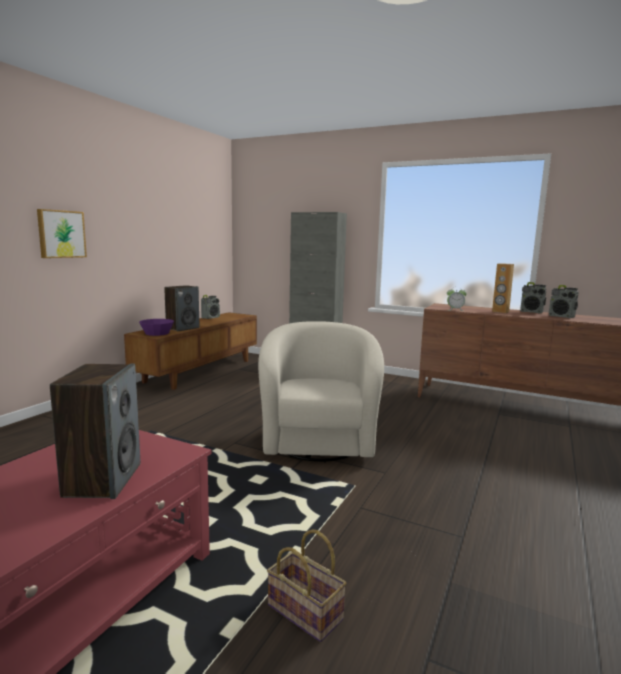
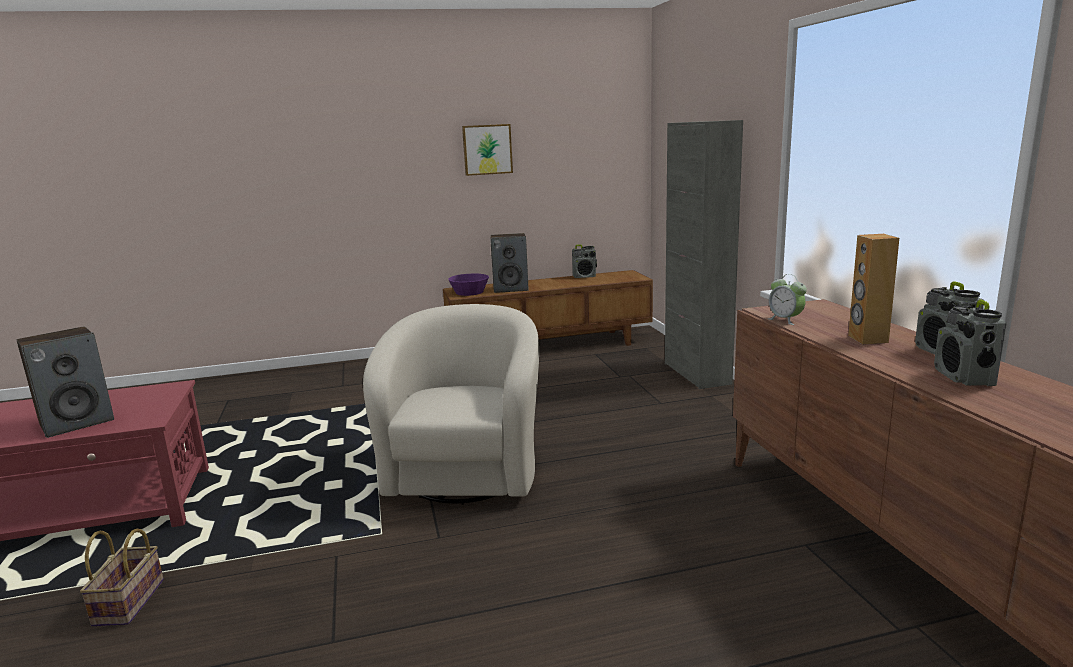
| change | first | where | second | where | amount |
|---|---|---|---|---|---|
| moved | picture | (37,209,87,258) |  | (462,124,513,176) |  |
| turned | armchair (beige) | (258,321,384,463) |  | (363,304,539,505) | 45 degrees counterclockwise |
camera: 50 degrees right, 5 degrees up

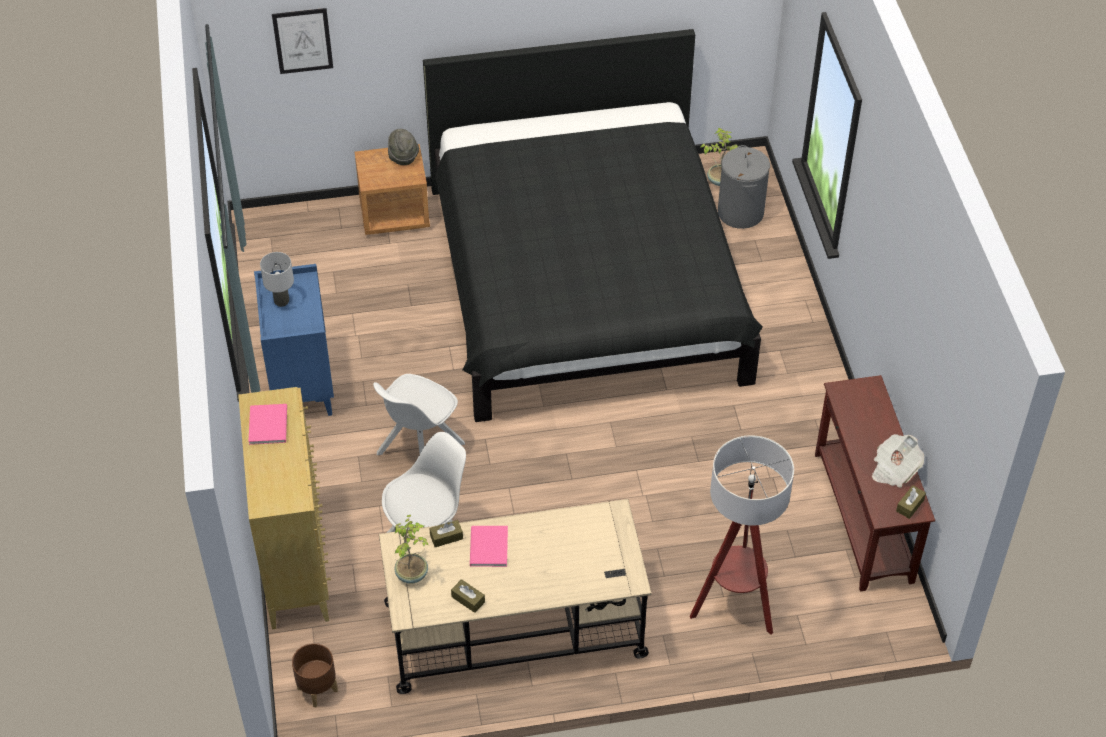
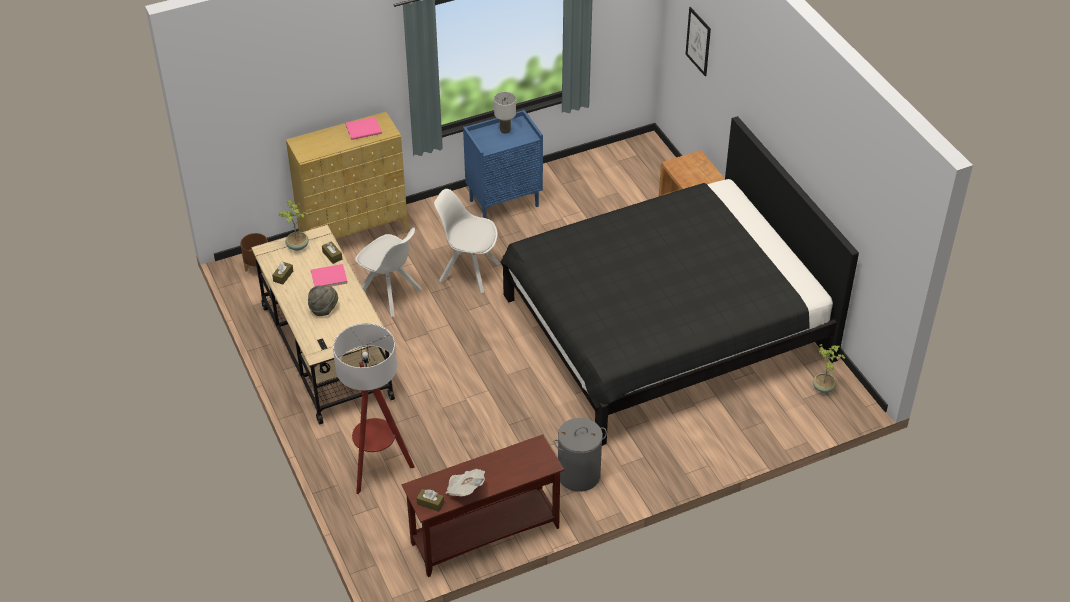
| change | first | where | second | where | amount |
|---|---|---|---|---|---|
| moved | hat (grey) | (388,129,419,165) |  | (308,285,338,316) |  |
| moved | laundry basket (grey) | (718,145,770,229) |  | (554,418,607,492) |  |
camera: 75 degrees right, 5 degrees down

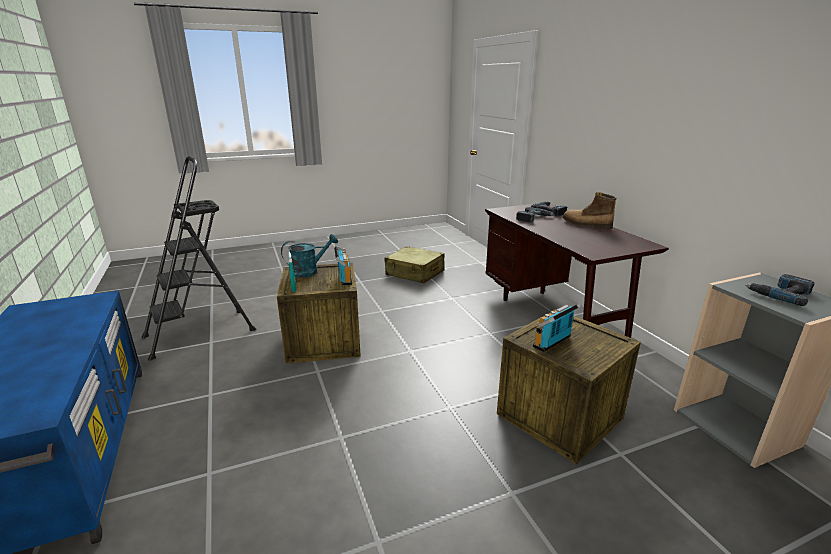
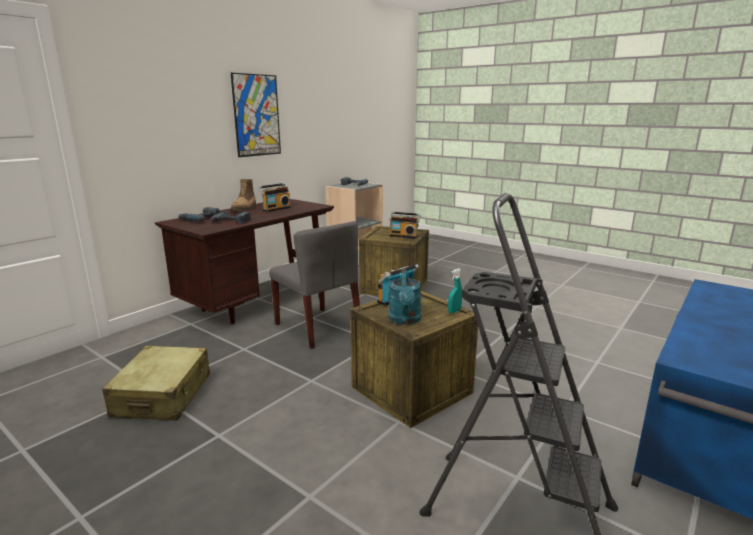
| change | first | where | second | where | amount |
|---|---|---|---|---|---|
| added |  |  | picture | (231,73,281,157) |  |
| added |  |  | radio | (258,183,291,212) |  |
| added |  |  | chair (grey) | (269,221,360,349) |  |
| turned | watering can (turquoise) | (281,234,338,278) |  | (388,268,421,325) | 120 degrees counterclockwise |
camera: 120 degrees left, 5 degrees down

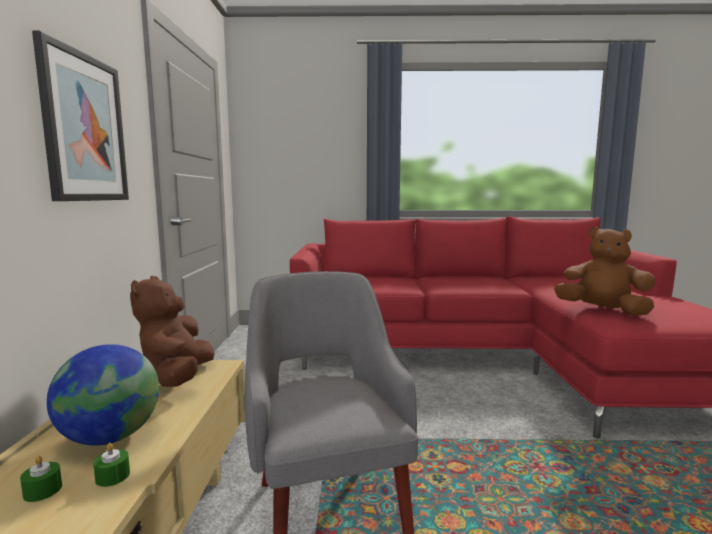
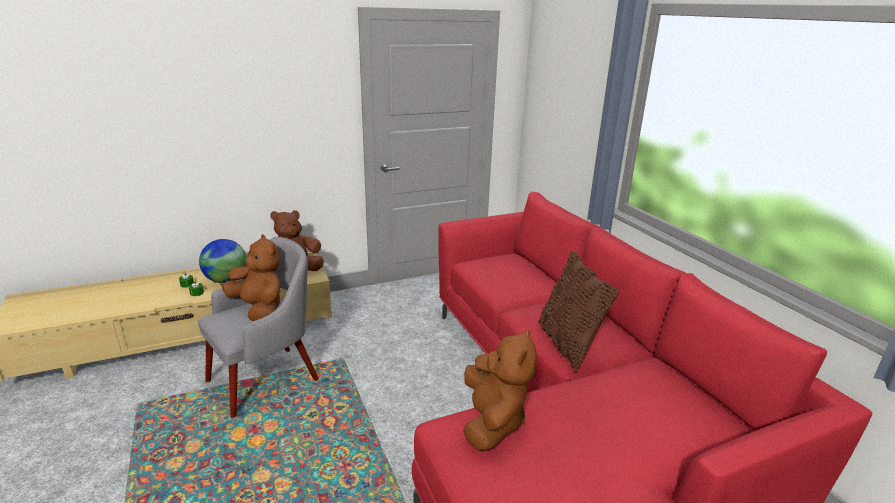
| change | first | where | second | where | amount |
|---|---|---|---|---|---|
| removed | picture | (32,30,129,201) |  |  |  |
| added |  |  | plush toy (brown) | (222,234,280,321) |  |
| added |  |  | pillow (brown) | (538,251,619,372) |  |
camera: 65 degrees right, 15 degrees up

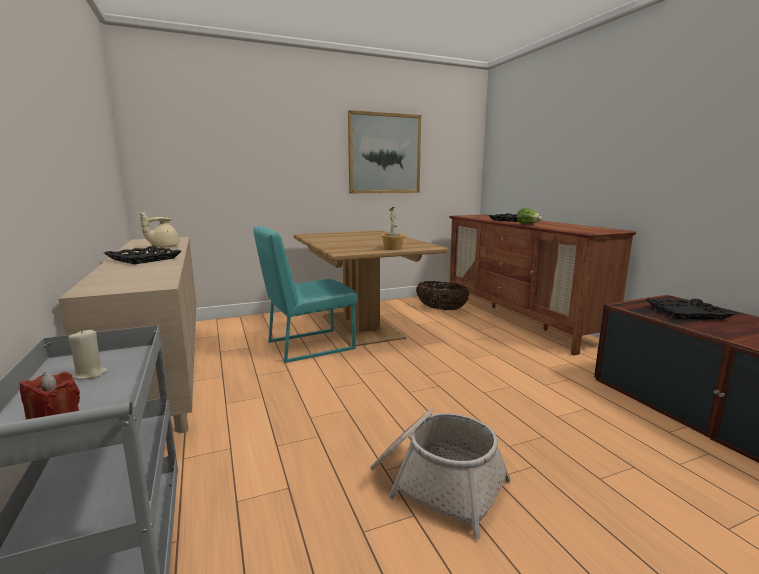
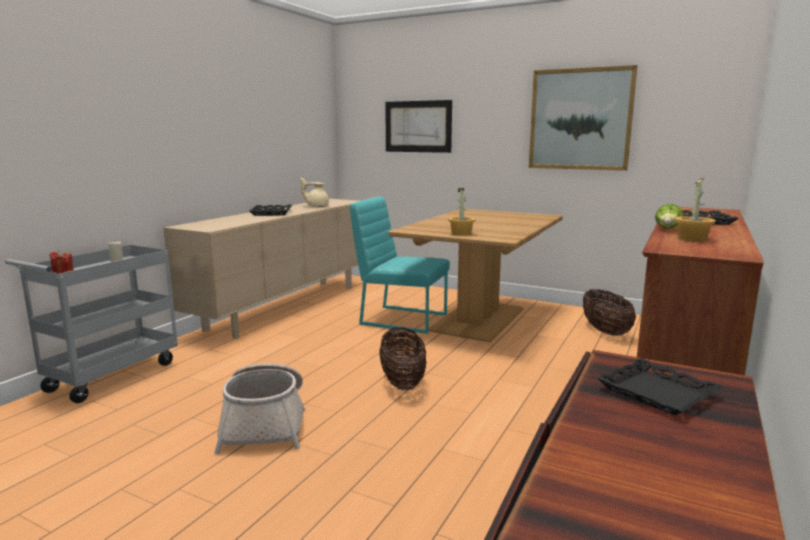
| change | first | where | second | where | amount |
|---|---|---|---|---|---|
| added |  |  | basket | (379,327,427,390) |  |
| added |  |  | picture | (385,100,452,153) |  |
| added |  |  | potted plant | (675,178,716,241) |  |
camera: 50 degrees right, 0 degrees up

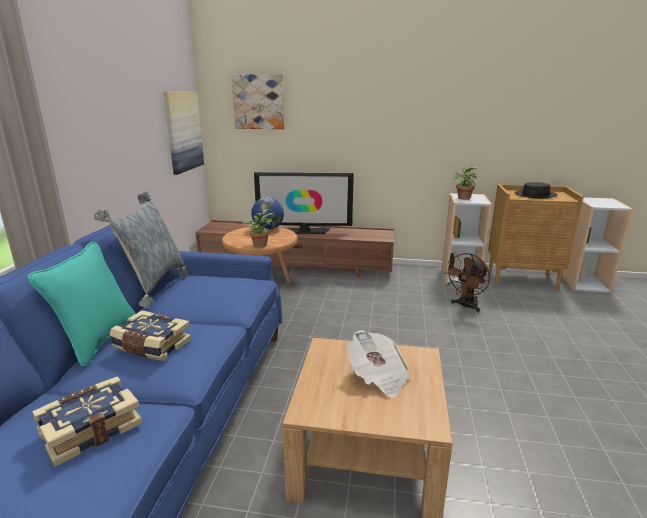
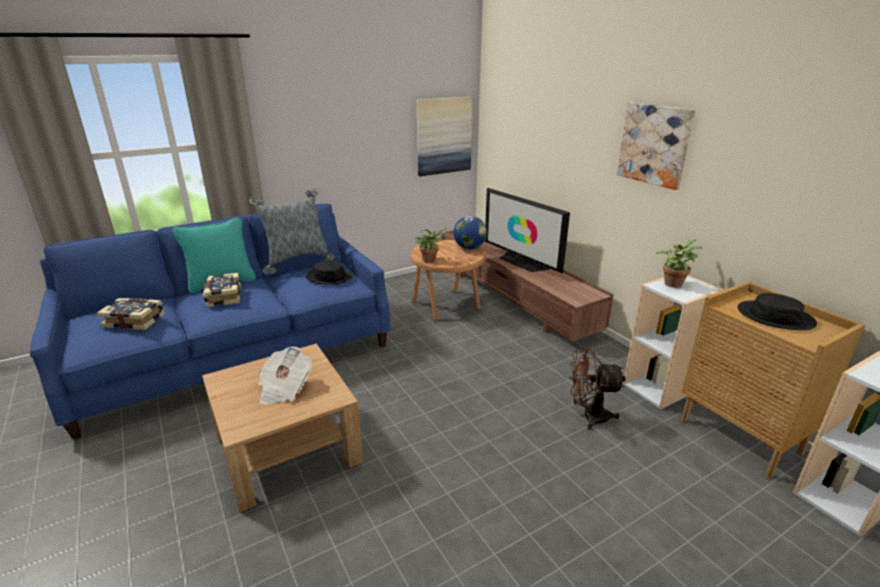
| change | first | where | second | where | amount |
|---|---|---|---|---|---|
| added |  |  | hat (black) | (305,261,353,285) |  |
| moved | picture | (232,74,285,129) |  | (617,102,695,190) |  |
camera: 50 degrees right, 5 degrees up

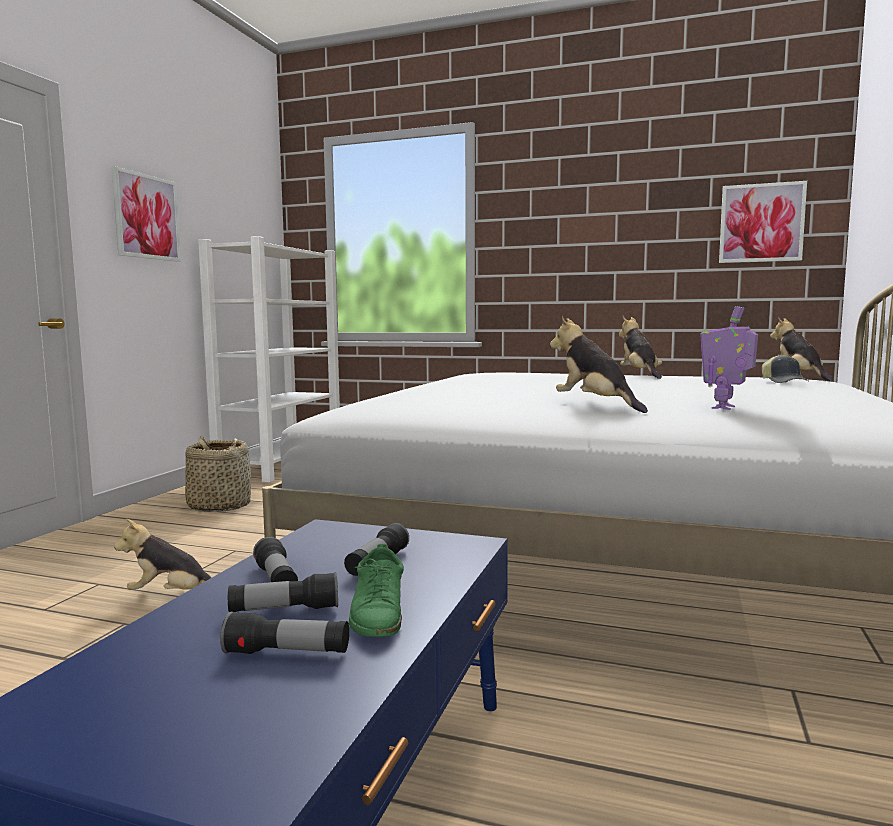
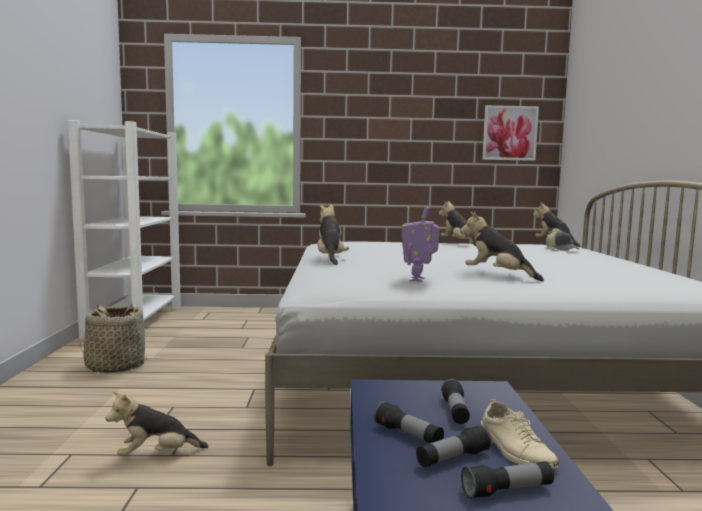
| change | first | where | second | where | amount |
|---|---|---|---|---|---|
| removed | picture | (112,166,181,262) |  |  |  |
| added |  |  | plush toy | (317,203,349,265) |  |
| moved | toy robot | (700,306,758,410) |  | (401,207,440,282) |  |
| recoloured | shoe (green) | (349,544,404,637) | shoe (beige) | (481,399,559,469) |  |
camera: 20 degrees left, 0 degrees up

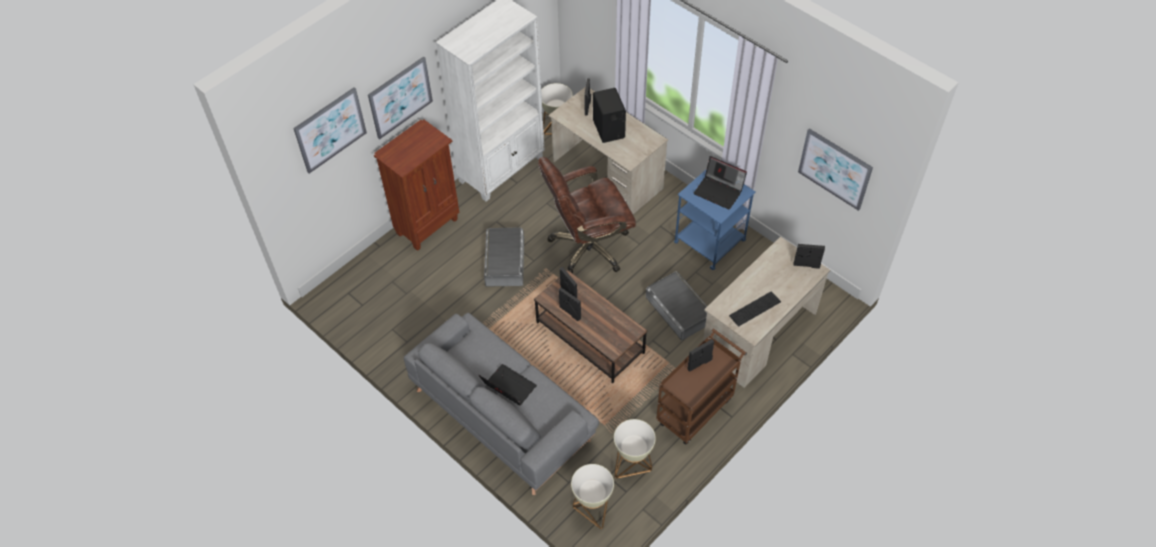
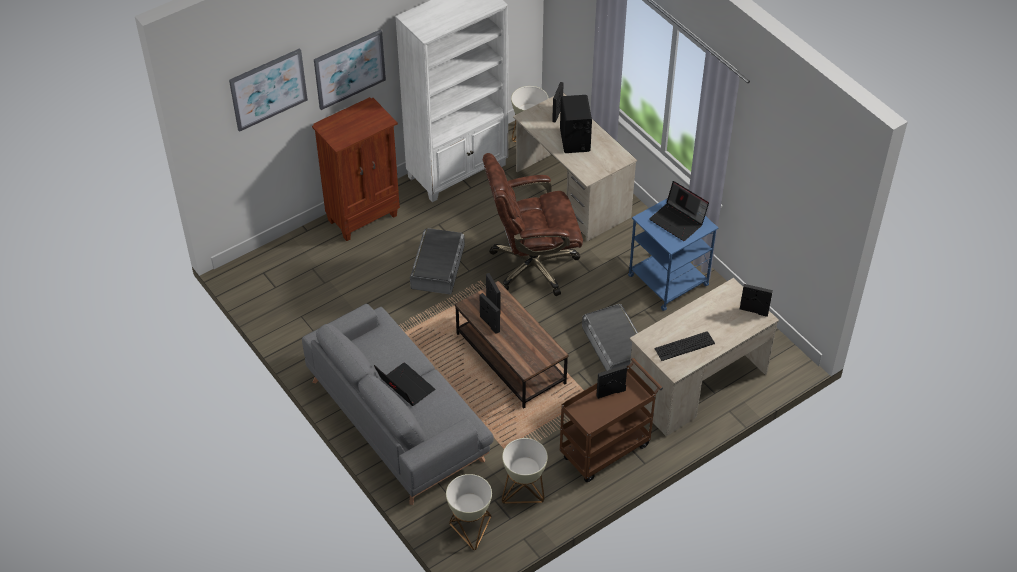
| change | first | where | second | where | amount |
|---|---|---|---|---|---|
| removed | picture | (798,128,873,211) |  |  |  |
camera: 10 degrees right, 5 degrees down

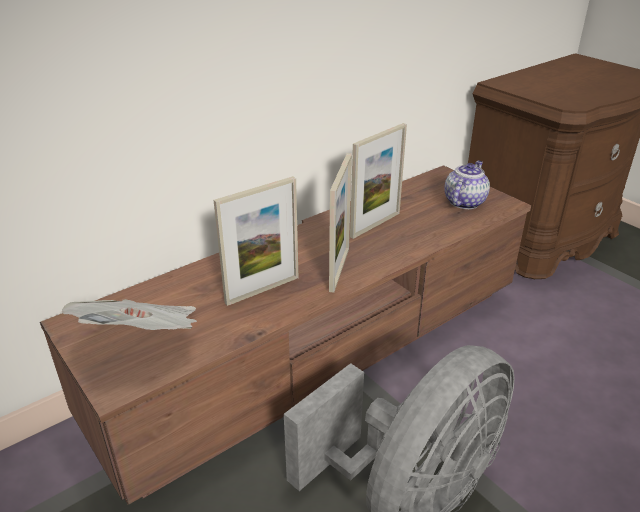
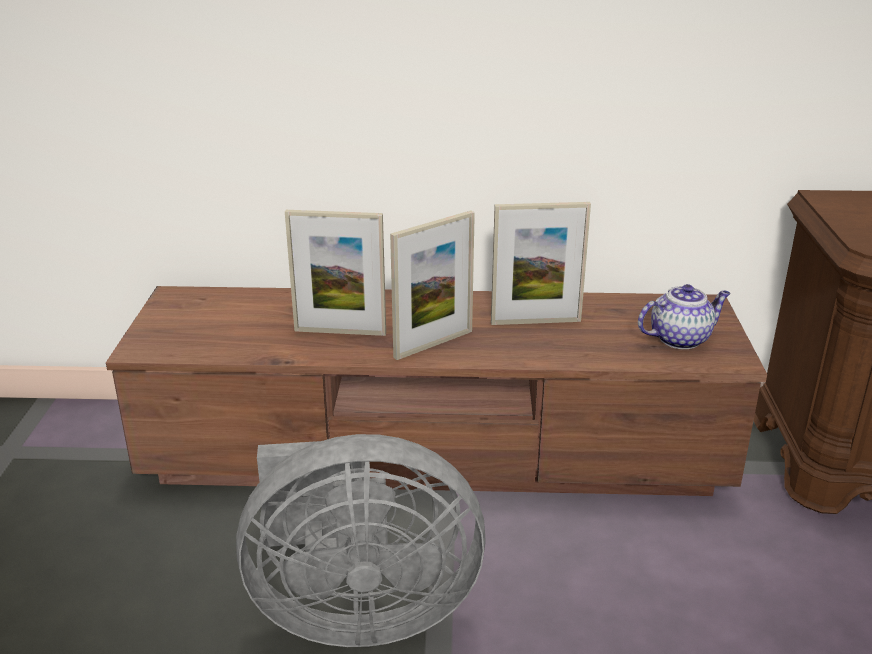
| change | first | where | second | where | amount |
|---|---|---|---|---|---|
| removed | newspaper | (62,299,197,330) |  |  |  |
camera: 40 degrees right, 5 degrees down

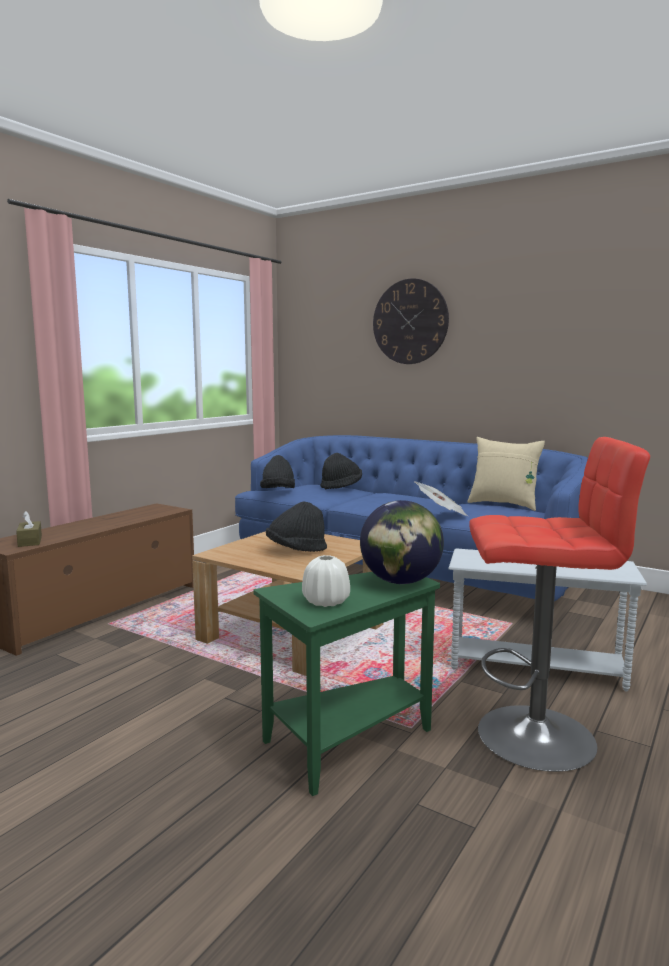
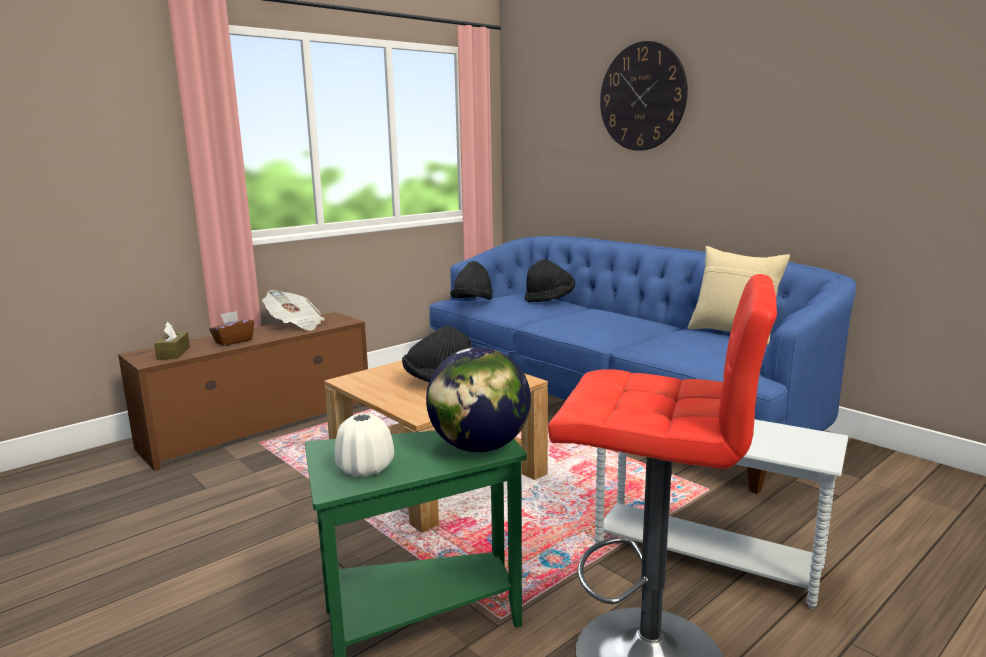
| change | first | where | second | where | amount |
|---|---|---|---|---|---|
| added |  |  | tissue box (brown) | (209,311,254,346) |  |
| moved | newspaper | (414,481,468,516) |  | (262,290,325,330) |  |
camera: 15 degrees right, 5 degrees up

